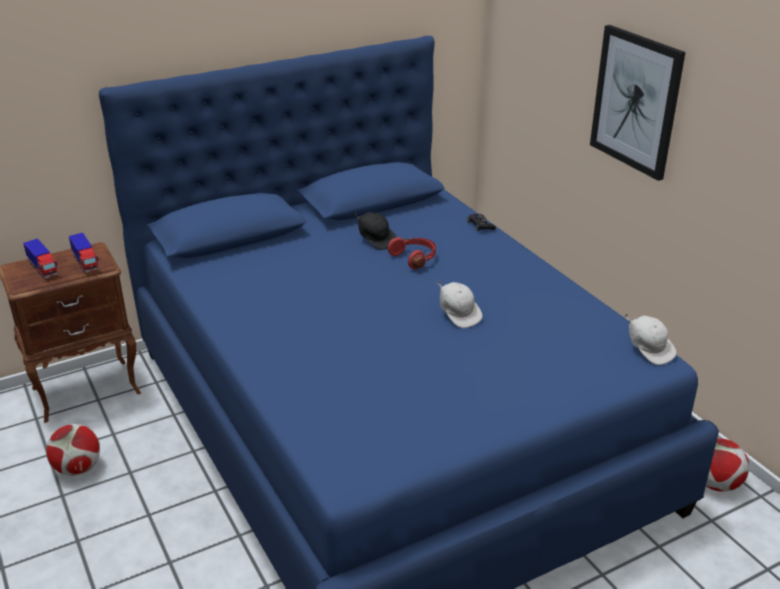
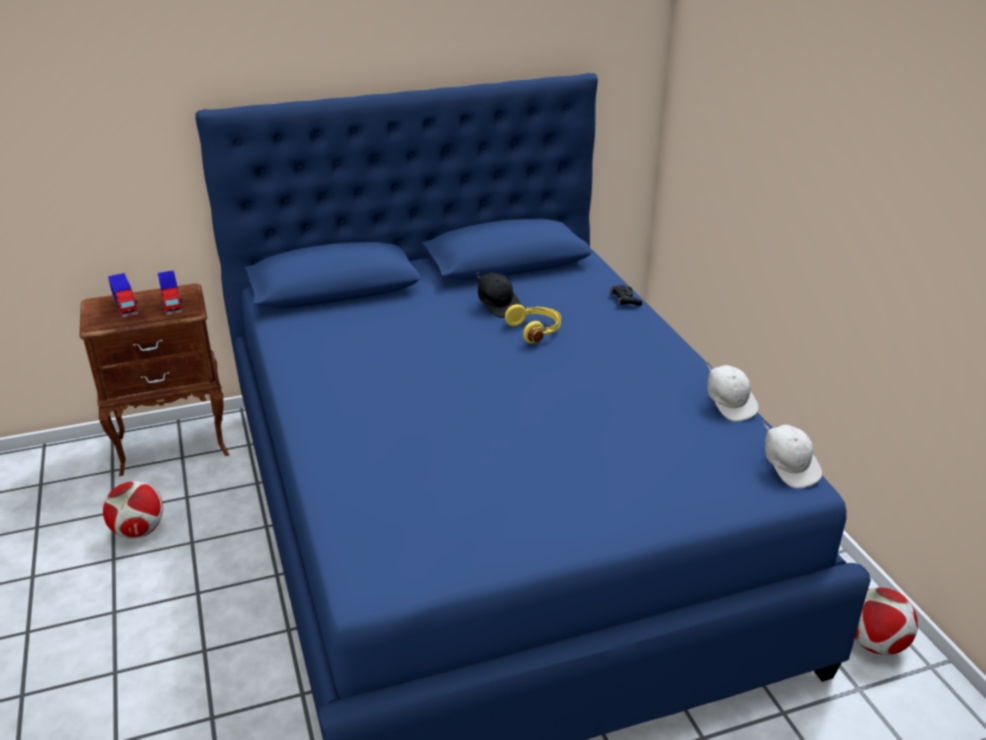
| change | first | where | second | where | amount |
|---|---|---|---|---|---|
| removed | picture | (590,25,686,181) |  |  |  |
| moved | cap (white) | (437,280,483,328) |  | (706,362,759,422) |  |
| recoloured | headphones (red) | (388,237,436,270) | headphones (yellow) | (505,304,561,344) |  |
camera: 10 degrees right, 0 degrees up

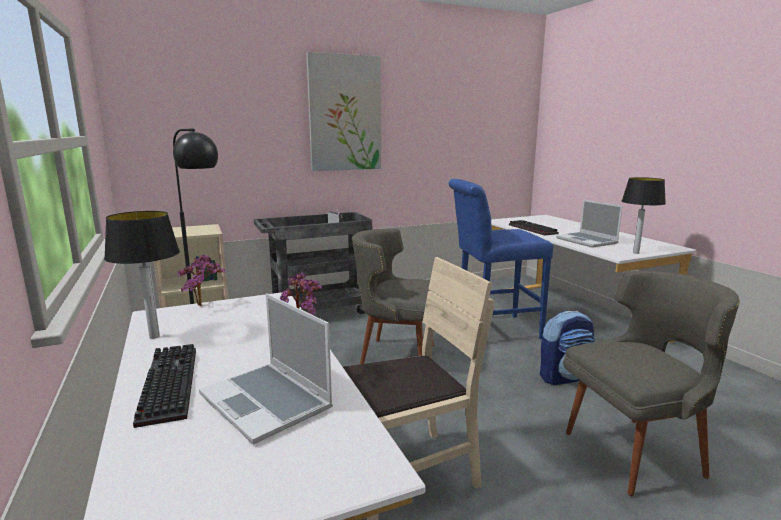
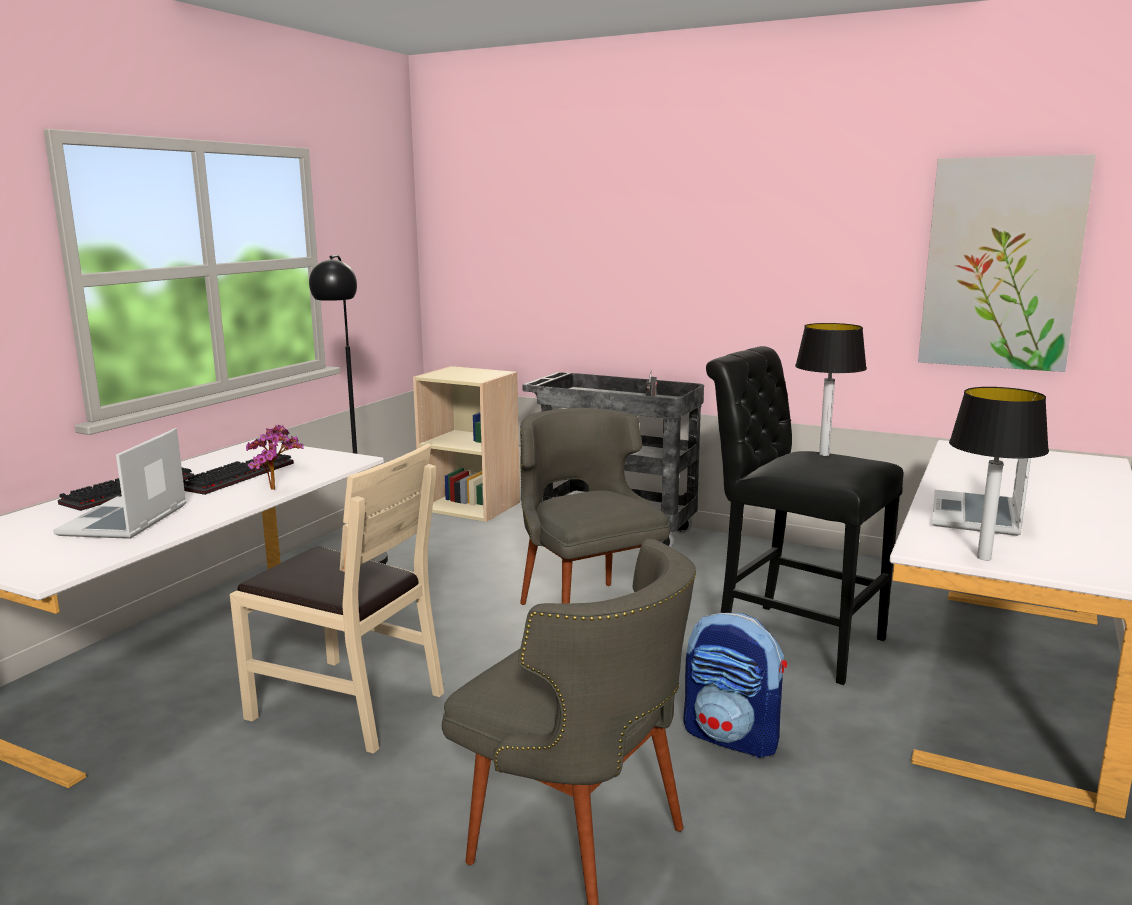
| change | first | where | second | where | amount |
|---|---|---|---|---|---|
| removed | potted plant | (177,255,225,306) |  |  |  |
| moved | table lamp | (104,211,180,339) |  | (795,323,867,456) |  |
| moved | picture | (306,52,381,171) |  | (918,154,1096,372) |  |
| moved | keyboard | (509,220,559,236) |  | (183,453,294,495) |  |
| recoloured | stool (blue) | (449,179,553,339) | stool (black) | (706,346,903,685) |  |
camera: 50 degrees right, 0 degrees up

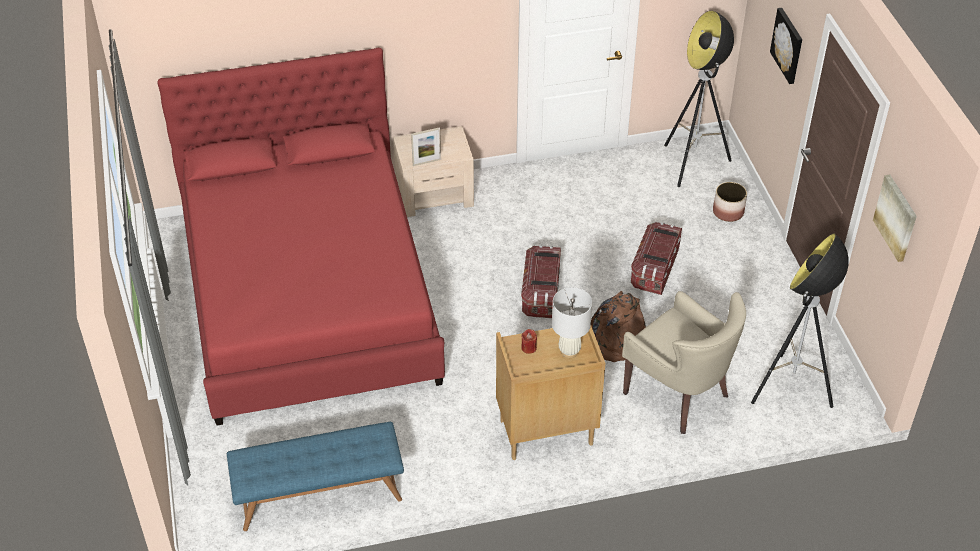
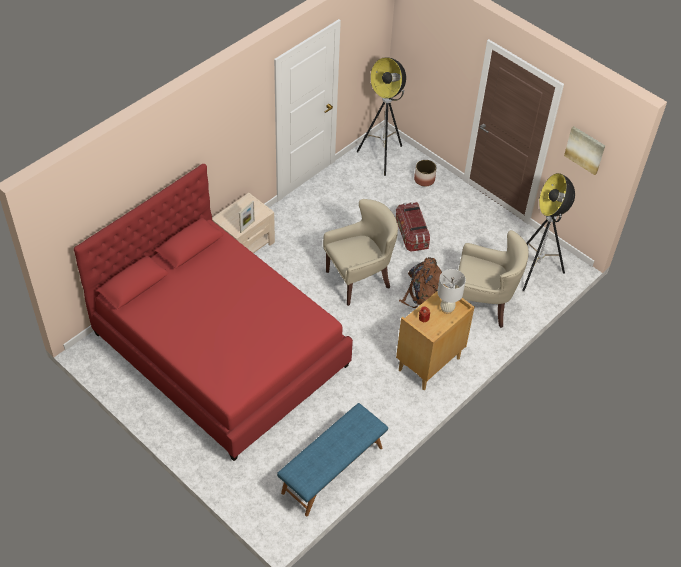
| change | first | where | second | where | amount |
|---|---|---|---|---|---|
| removed | picture | (770,8,802,84) |  |  |  |
| replaced | storage box | (521,245,561,318) | armchair (beige) | (323,199,398,306) |  |
camera: 35 degrees left, 5 degrees up

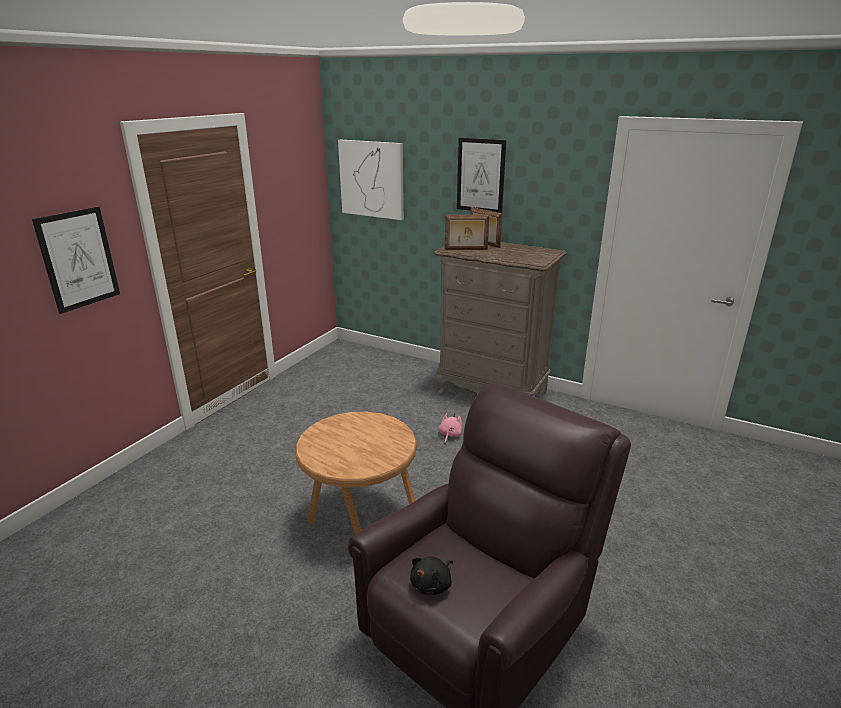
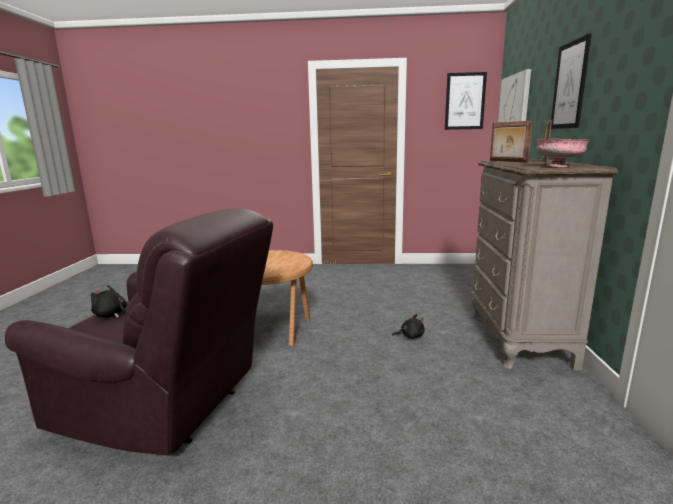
| change | first | where | second | where | amount |
|---|---|---|---|---|---|
| added |  |  | bowl (pink) | (536,139,590,167) |  |
| moved | picture | (32,207,120,314) |  | (445,72,487,130) |  |
| recoloured | plush toy (pink) | (439,413,462,443) | plush toy (black) | (392,314,425,339) |  |
camera: 65 degrees right, 10 degrees down

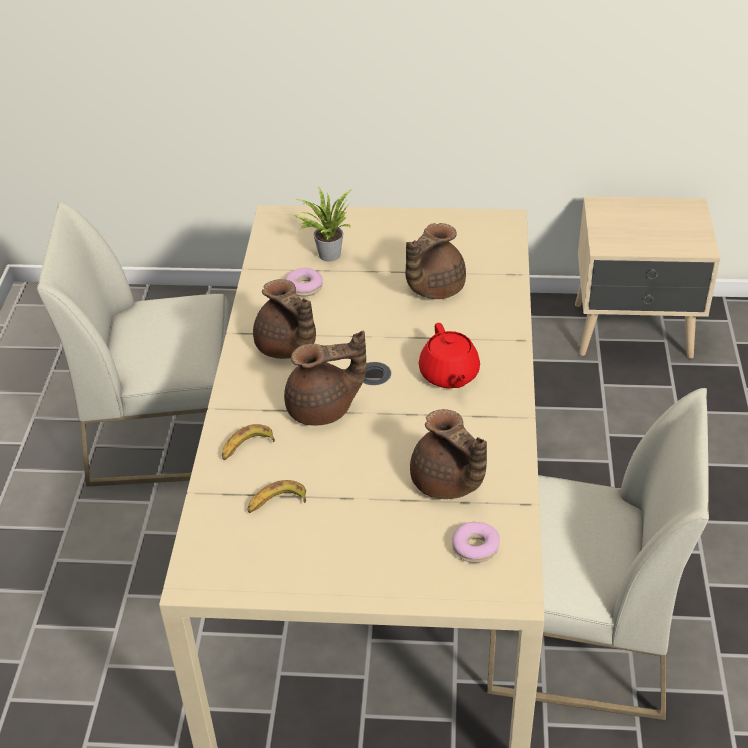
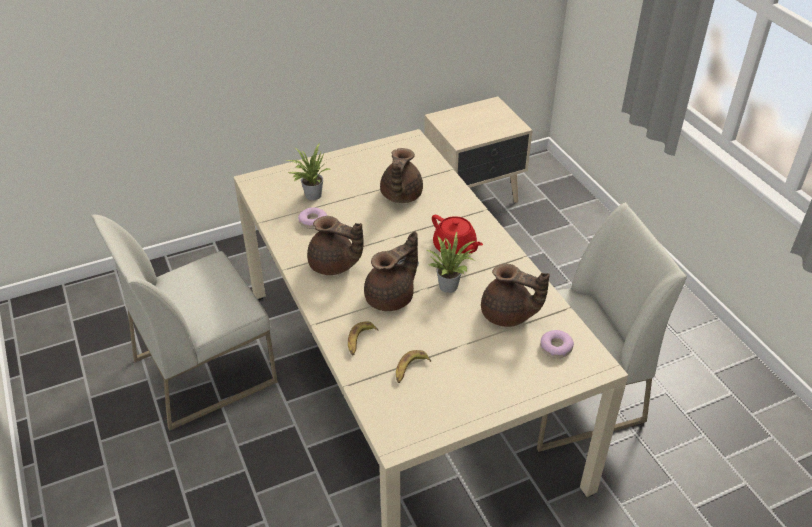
| change | first | where | second | where | amount |
|---|---|---|---|---|---|
| added |  |  | potted plant | (426,232,475,293) |  |
camera: 30 degrees left, 0 degrees up

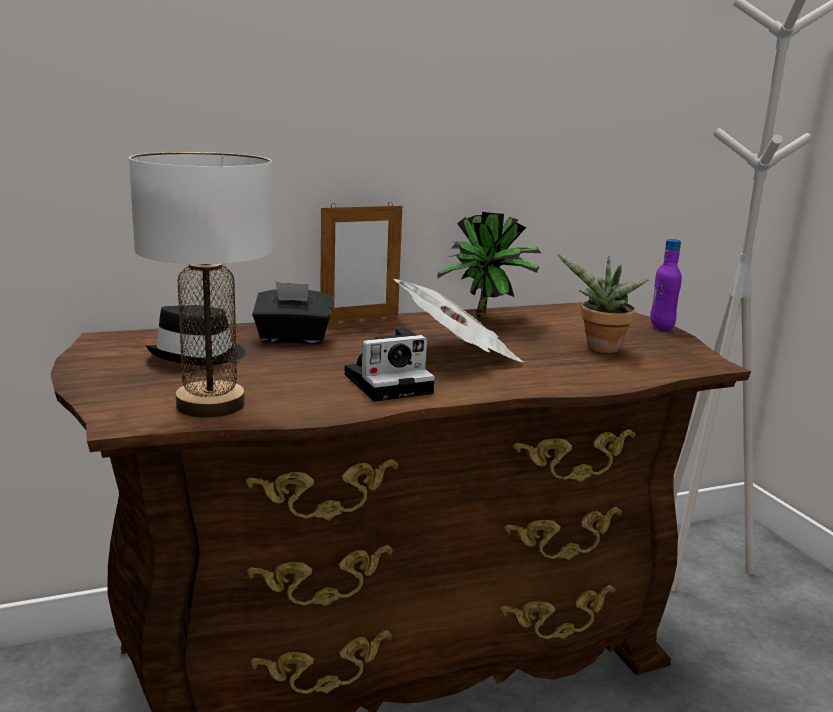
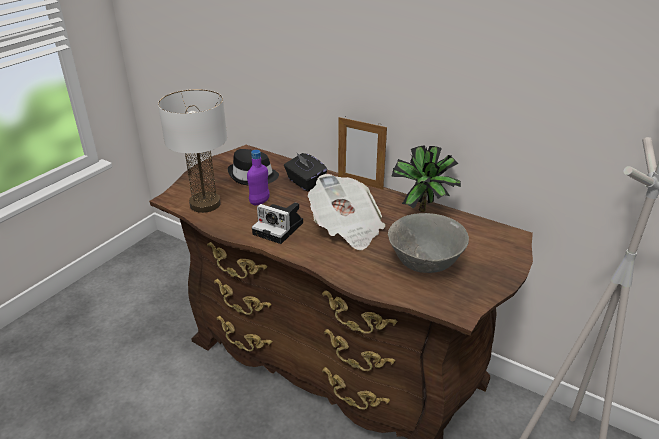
| change | first | where | second | where | amount |
|---|---|---|---|---|---|
| moved | bottle (purple) | (650,239,682,331) |  | (247,150,270,205) |  |
| replaced | potted plant | (558,254,649,353) | bowl (grey) | (388,213,469,273) |  |
camera: 55 degrees right, 15 degrees up

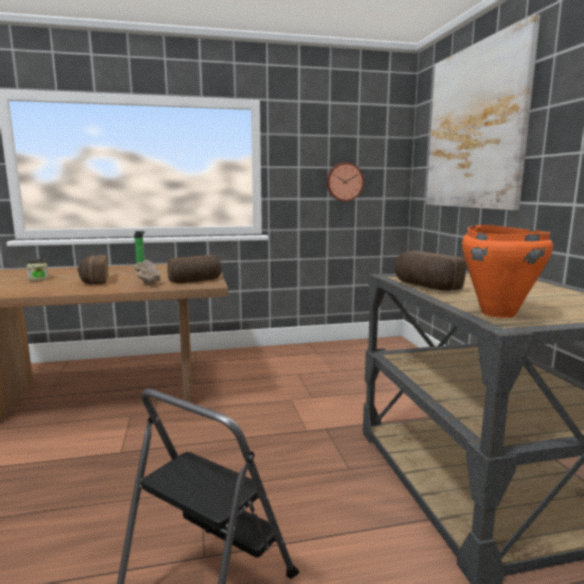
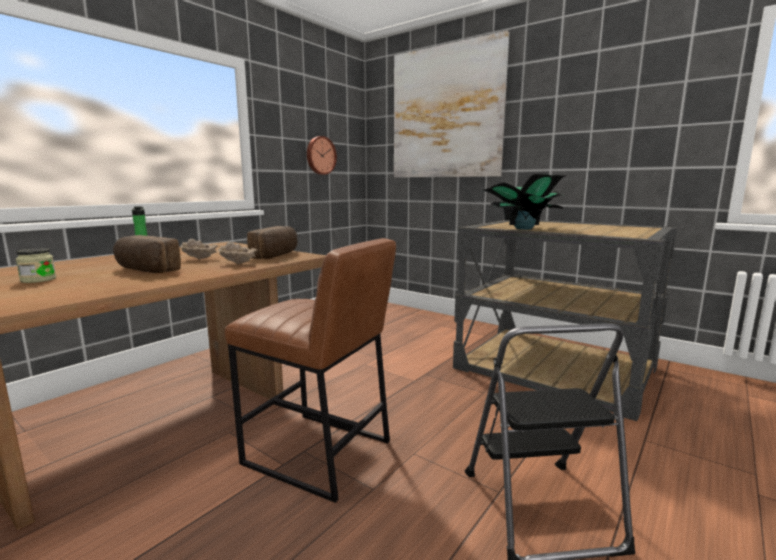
| change | first | where | second | where | amount |
|---|---|---|---|---|---|
| removed | cooking pot (orange) | (462,225,553,318) |  |  |  |
| added |  |  | chair (brown) | (225,238,396,503) |  |
| replaced | bread | (395,251,466,291) | potted plant | (483,174,565,230) |  |
camera: 40 degrees left, 0 degrees up

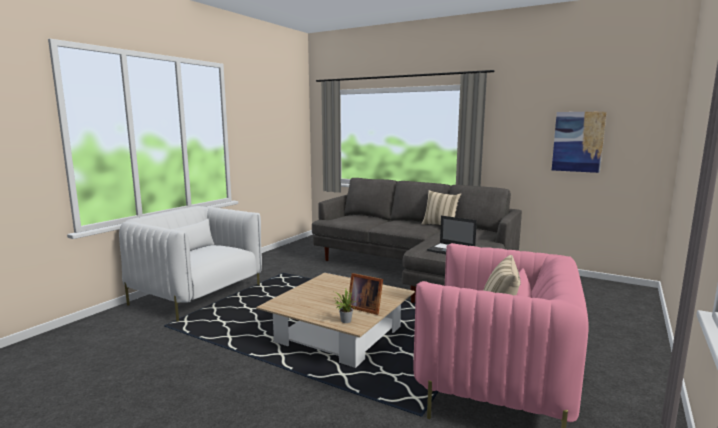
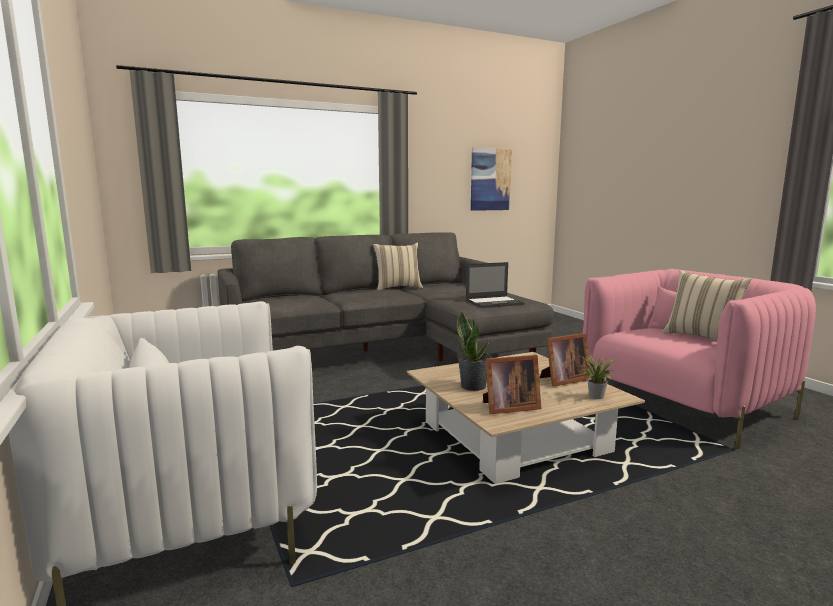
| change | first | where | second | where | amount |
|---|---|---|---|---|---|
| added |  |  | potted plant | (457,311,492,391) |  |
| added |  |  | picture frame | (483,355,541,414) |  |
camera: 55 degrees left, 0 degrees up

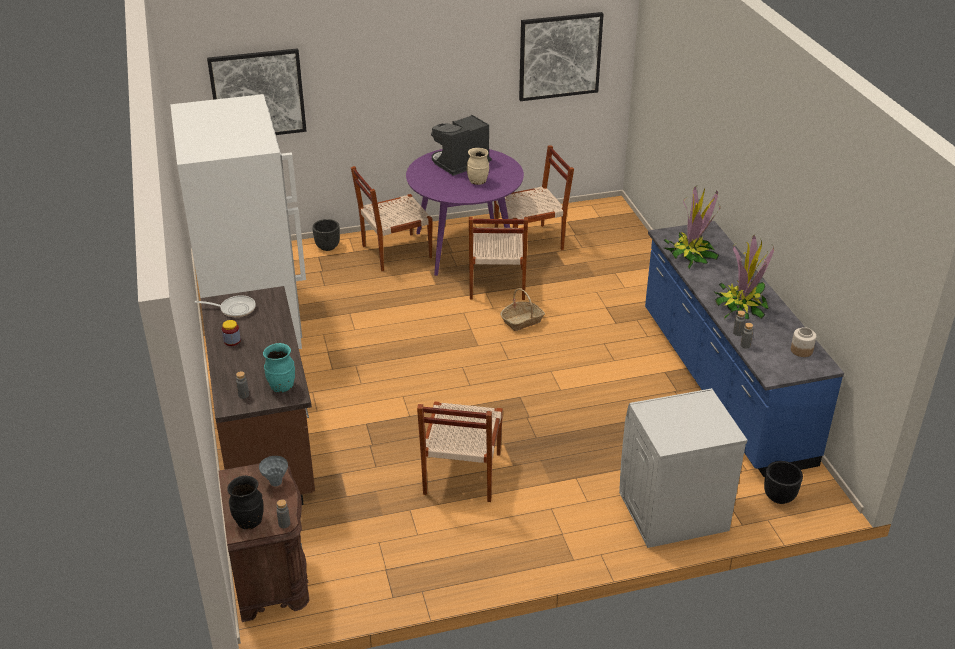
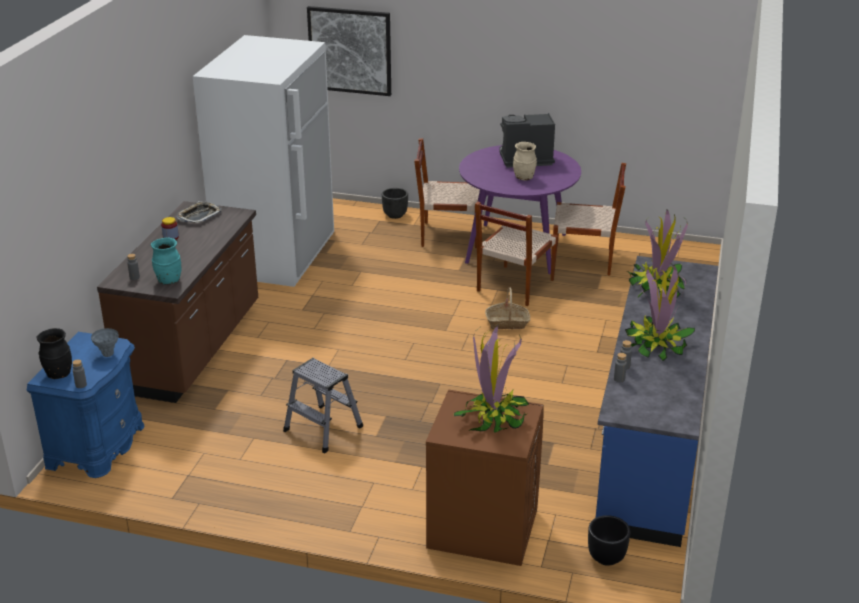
| change | first | where | second | where | amount |
|---|---|---|---|---|---|
| removed | picture | (519,12,604,101) |  |  |  |
| removed | jar | (791,327,816,357) |  |  |  |
| added |  |  | potted plant | (454,325,529,433) |  |
| replaced | frying pan | (195,295,256,317) | tray | (176,201,222,223) |  |
| replaced | chair | (417,401,503,502) | step ladder (grey) | (283,358,363,453) |  |
| recoloured | nightstand (brown) | (218,463,309,622) | nightstand (blue) | (26,332,145,478) |  |
| recoloured | washing machine (white) | (619,388,747,548) | washing machine (brown) | (426,390,544,566) |  |
camera: 30 degrees right, 5 degrees down

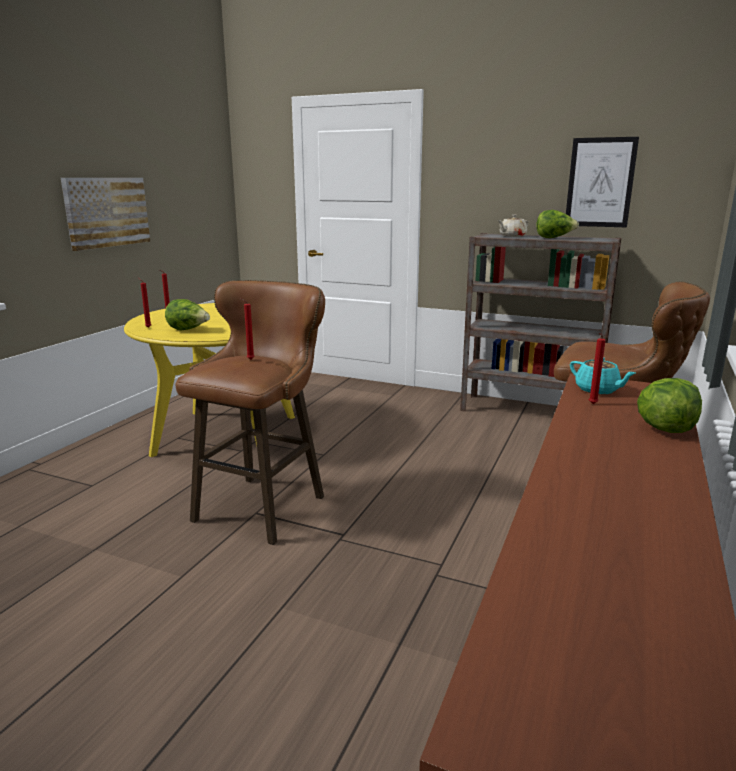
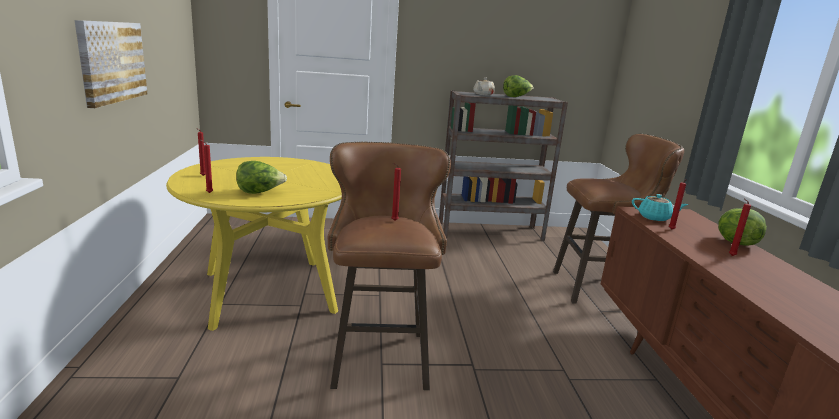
| change | first | where | second | where | amount |
|---|---|---|---|---|---|
| removed | picture | (566,137,639,227) |  |  |  |
| added |  |  | candle (red) | (729,199,751,256) |  |
camera: 30 degrees left, 0 degrees up

